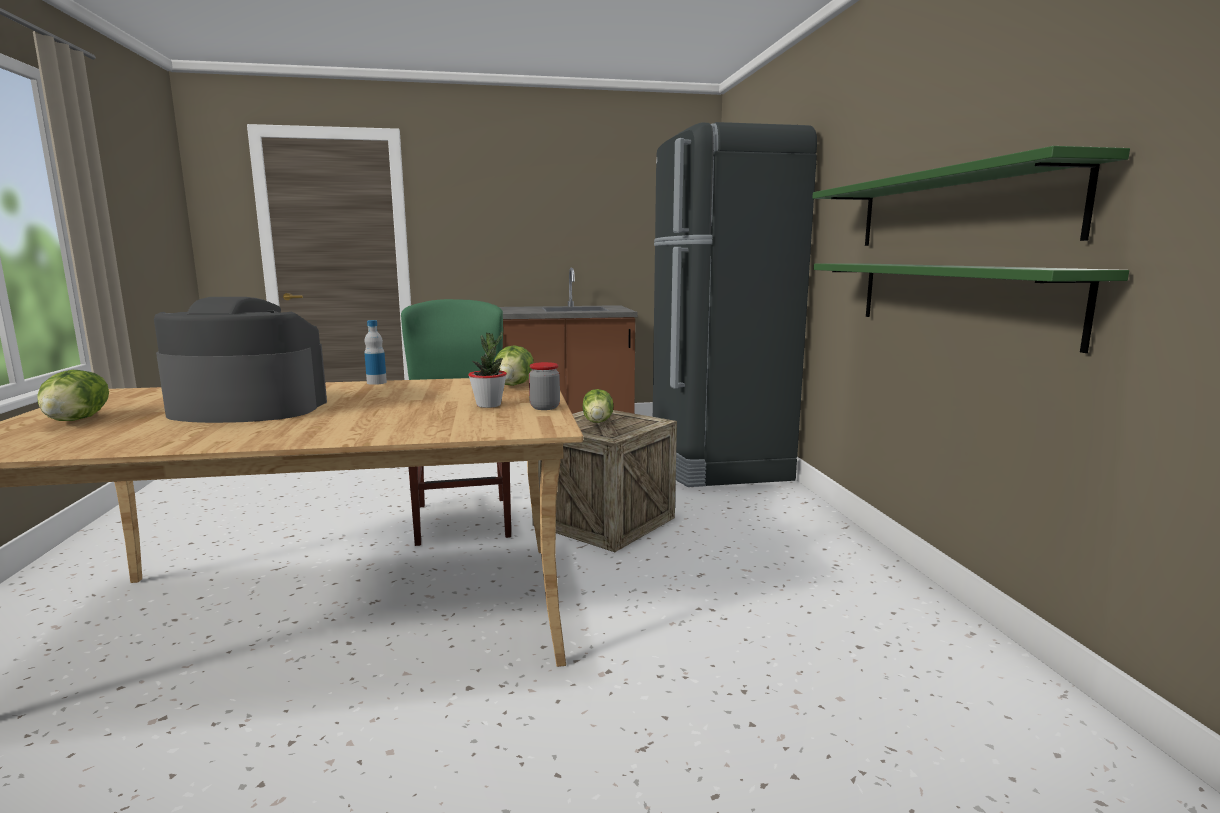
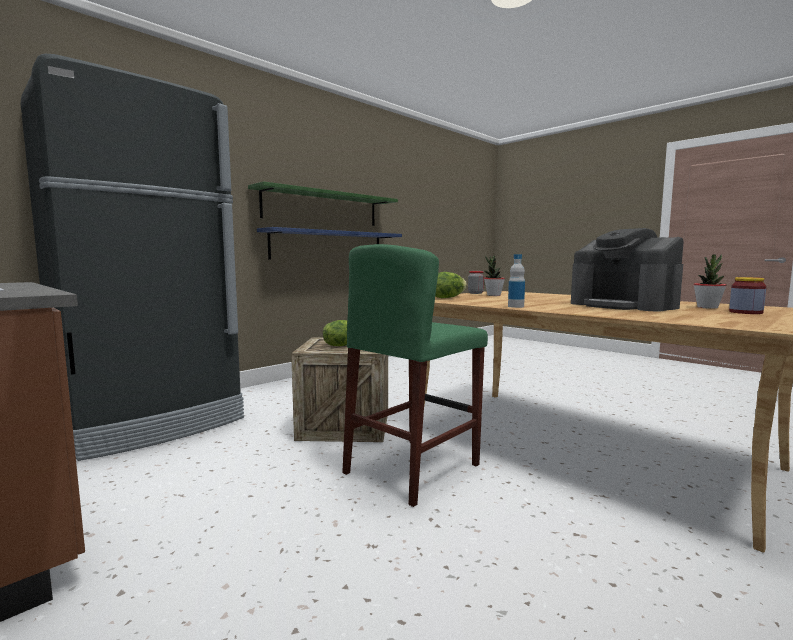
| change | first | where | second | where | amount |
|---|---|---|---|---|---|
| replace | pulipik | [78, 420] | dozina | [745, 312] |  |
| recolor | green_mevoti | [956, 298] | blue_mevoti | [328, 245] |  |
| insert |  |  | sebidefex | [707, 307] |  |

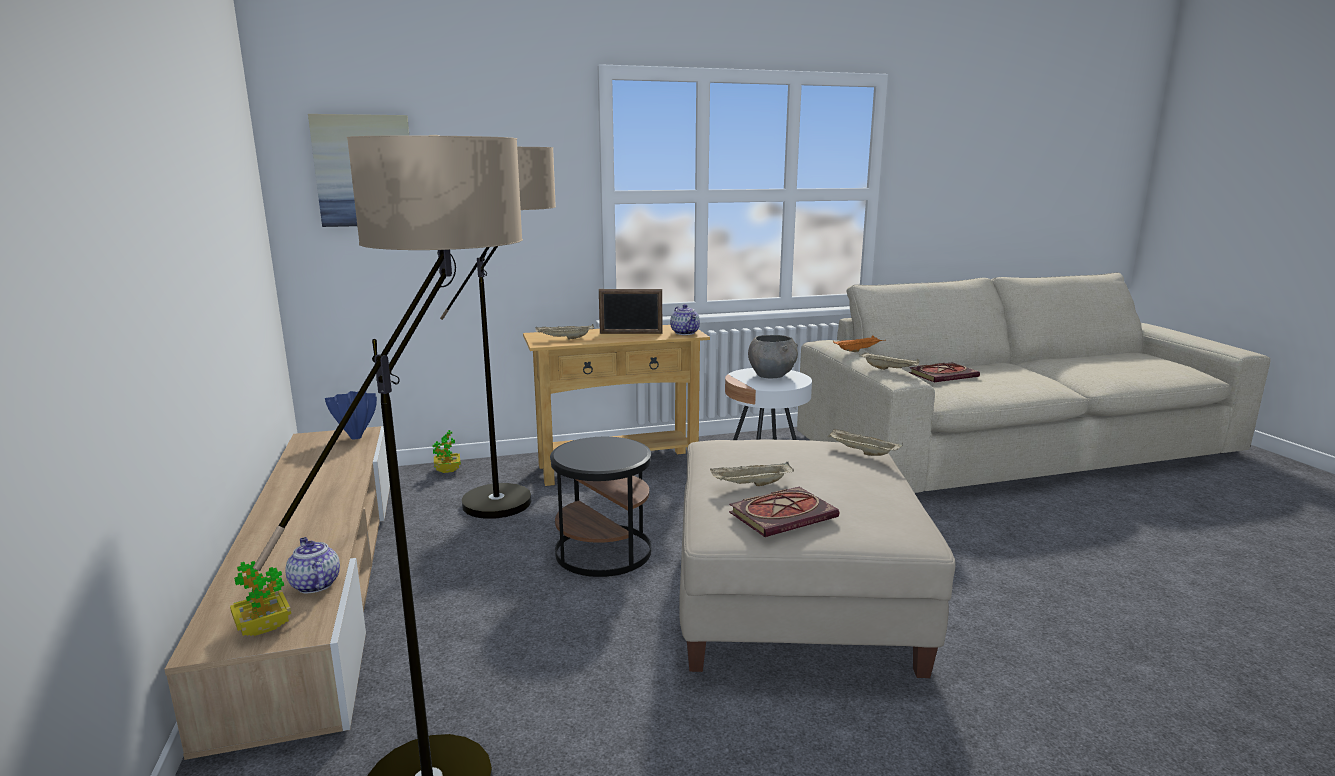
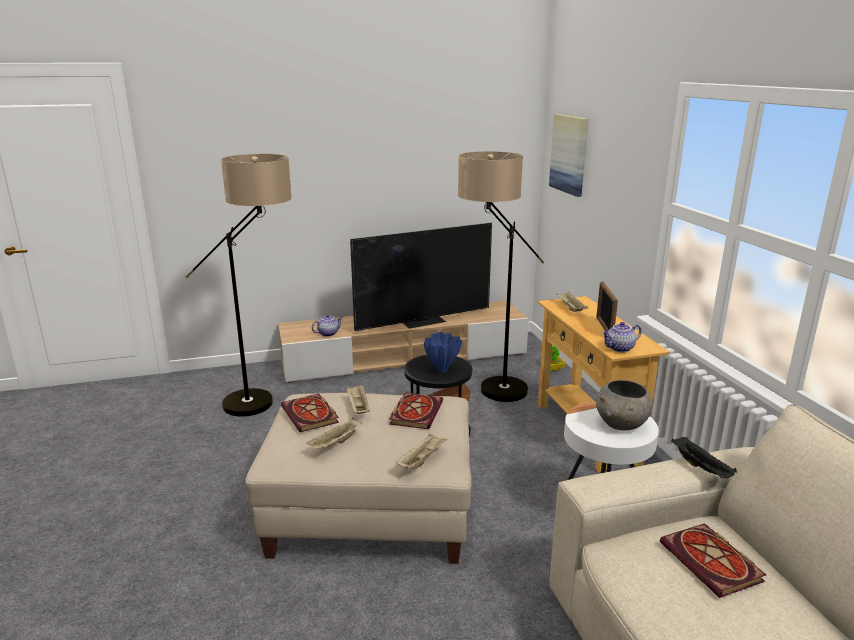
| change | first | where | second | where | amount |
|---|---|---|---|---|---|
| delete | sebidefex | [263, 627] |  |  |  |
| move | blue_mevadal | [357, 437] |  | [442, 371] |  |
| recolor | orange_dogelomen | [858, 350] | black_dogelomen | [701, 468] |  |
| move | beige_dogelomen | [889, 369] |  | [336, 444] |  |
| insert |  |  | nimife | [424, 321] |  |
| insert |  |  | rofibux | [415, 412] |  |

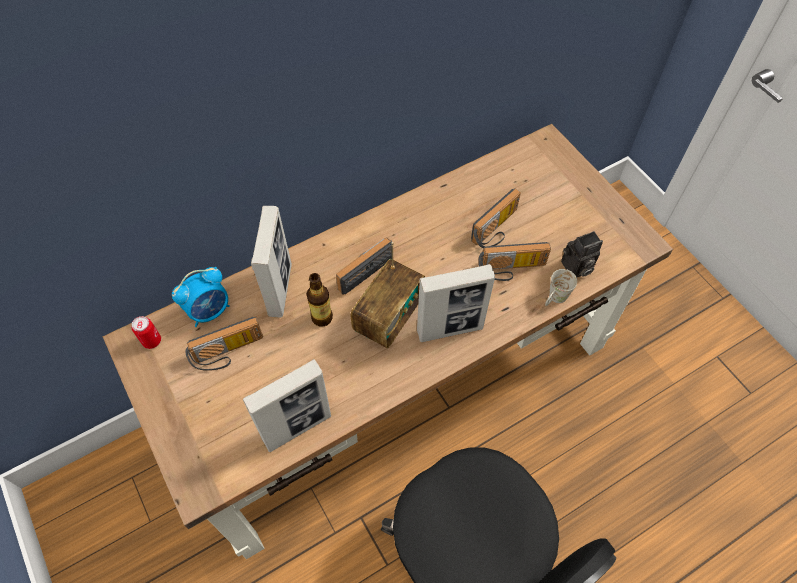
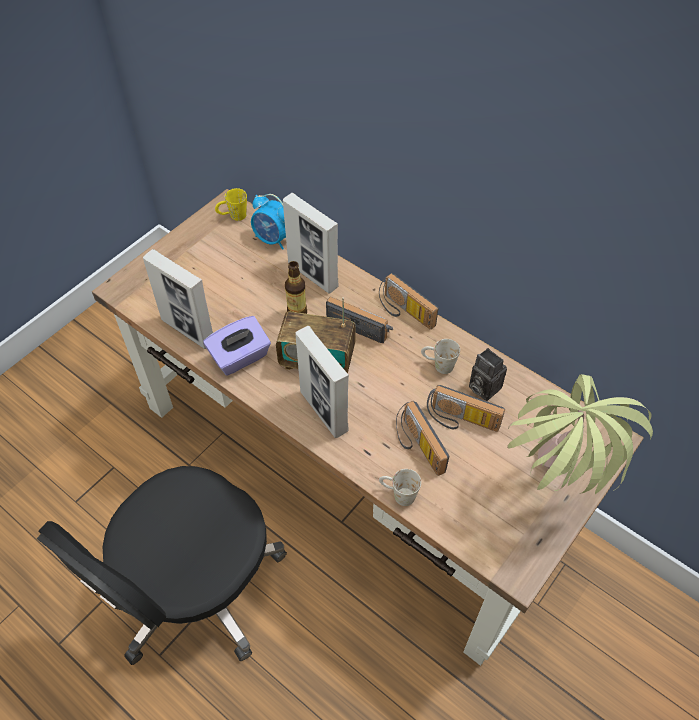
| change | first | where | second | where | amount |
|---|---|---|---|---|---|
| replace | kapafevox | [152, 341] | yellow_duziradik | [233, 216] |  |
| move | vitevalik | [228, 353] |  | [404, 312] |  |
| rotate | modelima | [280, 289] |  | [313, 275] | 60 degrees clockwise |
| move | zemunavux | [576, 268] |  | [482, 387] |  |
| insert |  |  | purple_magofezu | [240, 357] |  |
| insert |  |  | white_duziradik | [438, 365] |  |
| insert |  |  | sebidefex | [549, 494] |  |

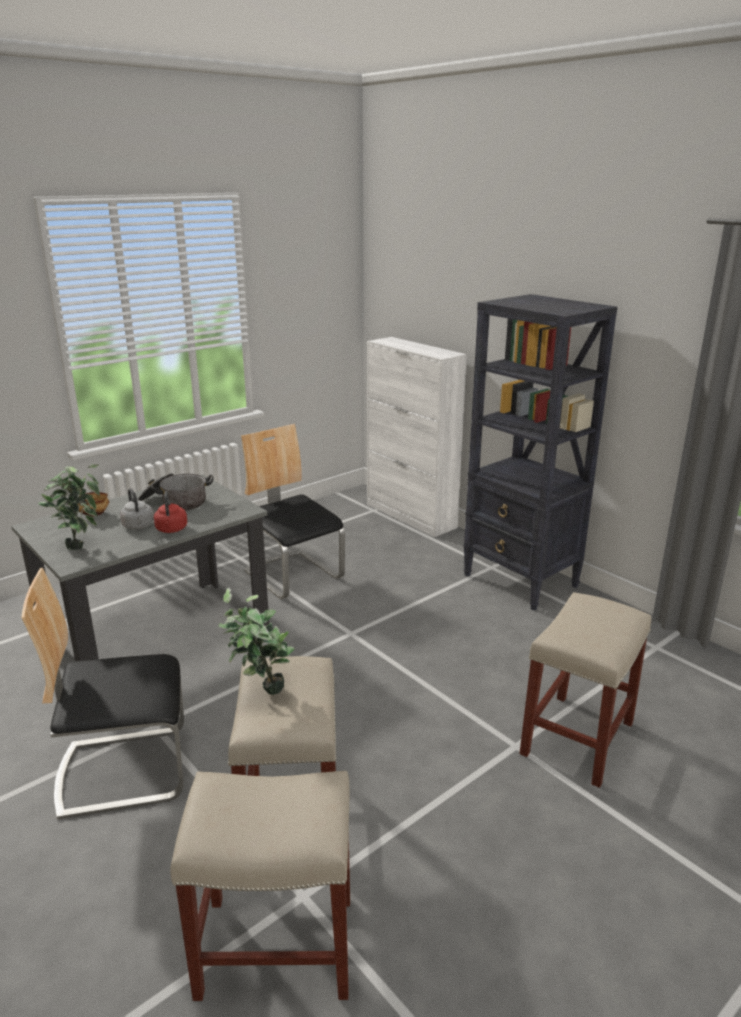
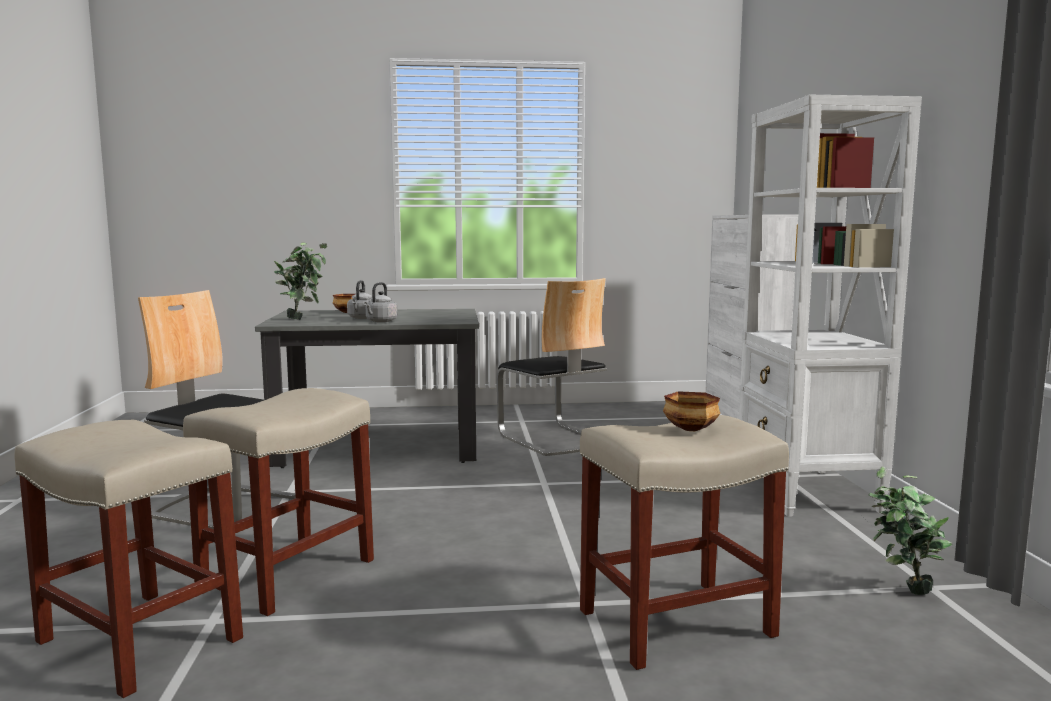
| change | first | where | second | where | amount |
|---|---|---|---|---|---|
| delete | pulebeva | [175, 503] |  |  |  |
| recolor | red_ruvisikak | [171, 530] | grey_ruvisikak | [380, 321] |  |
| move | sebidefex | [260, 693] |  | [902, 590] |  |
| rotate | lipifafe | [294, 575] |  | [552, 439] | 150 degrees clockwise |
| recolor | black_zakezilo | [521, 581] | white_zakezilo | [807, 493] |  |
| insert |  |  | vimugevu | [689, 429] |  |

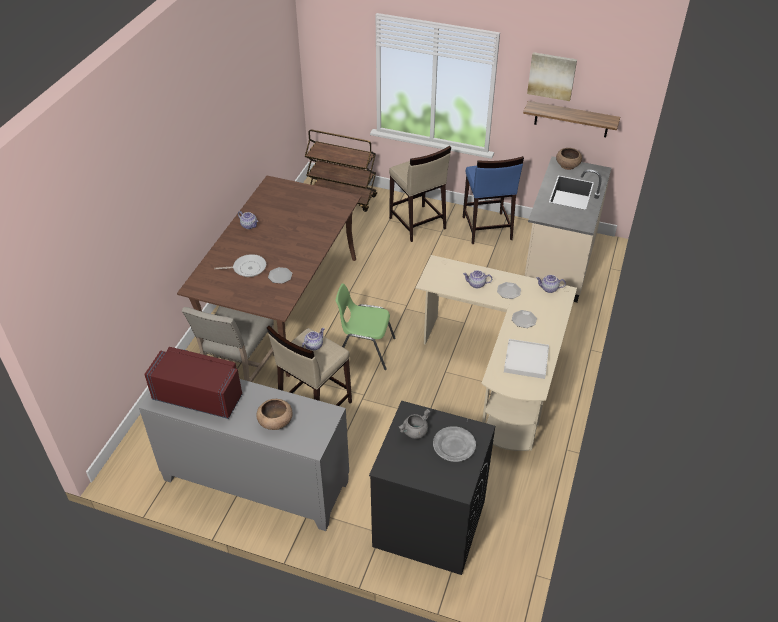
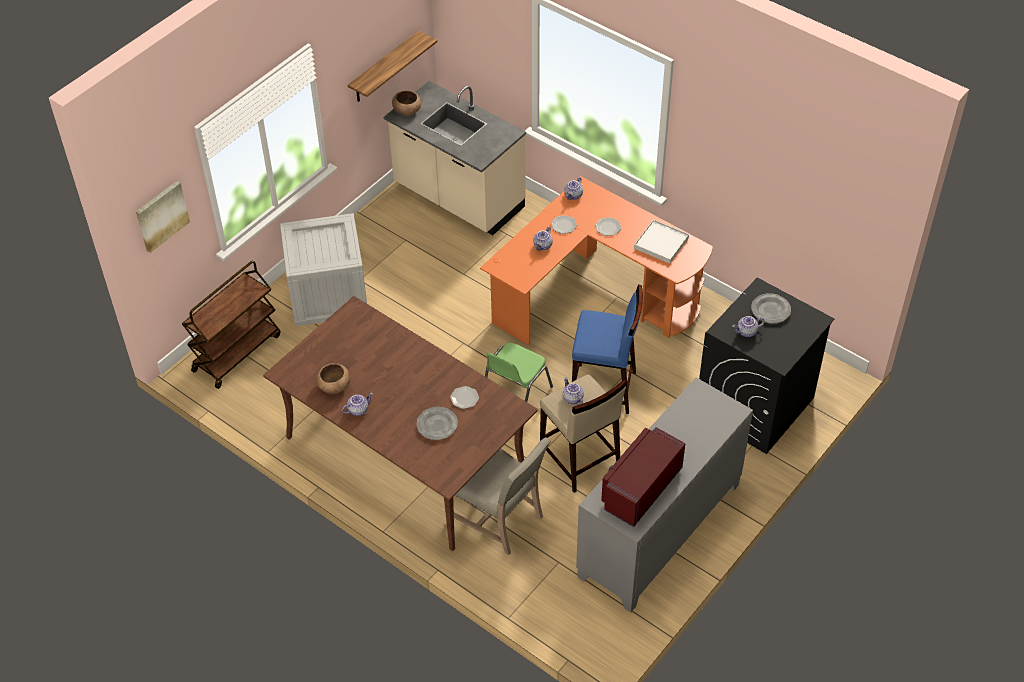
| change | first | where | second | where | amount |
|---|---|---|---|---|---|
| replace | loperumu | [247, 268] | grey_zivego | [437, 425] |  |
| move | brown_vimugevu | [275, 421] |  | [334, 386] |  |
| replace | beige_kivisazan | [417, 224] | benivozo | [329, 295] |  |
| replace | grey_pulebeva | [414, 432] | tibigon | [747, 332] |  |
| recolor | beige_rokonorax | [500, 372] | orange_rokonorax | [594, 296] |  |
| move | blue_kivisazan | [486, 228] |  | [604, 389] |  |
| move | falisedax | [552, 76] |  | [161, 215] |  |

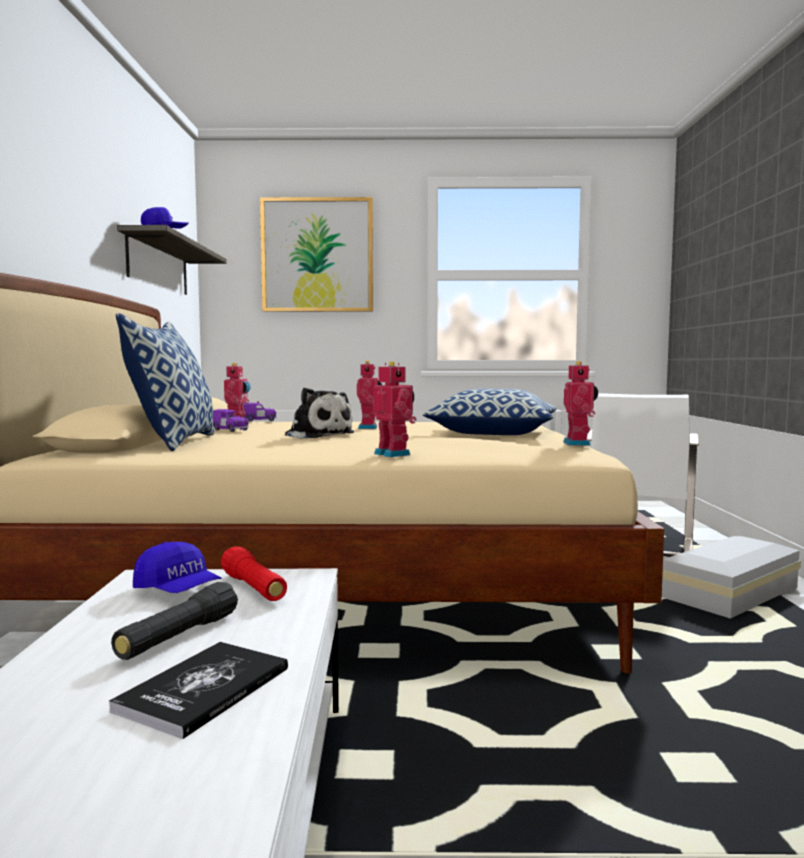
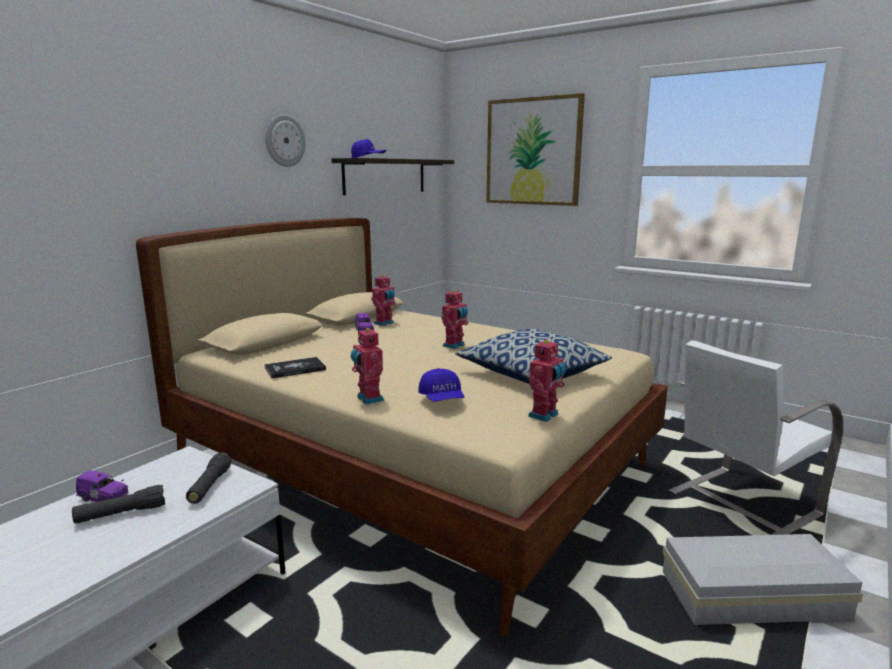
| change | first | where | second | where | amount |
|---|---|---|---|---|---|
| move | rofibux | [204, 689] |  | [295, 369] |  |
| delete | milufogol | [173, 442] |  |  |  |
| move | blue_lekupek | [178, 591] |  | [442, 399] |  |
| recolor | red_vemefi | [253, 588] | black_vemefi | [210, 486] |  |
| move | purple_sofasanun | [259, 420] |  | [104, 498] |  |
| delete | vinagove | [317, 435] |  |  |  |
| rotate | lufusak | [394, 454] |  | [368, 399] | 150 degrees clockwise |
| insert |  |  | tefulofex | [284, 141] |  |

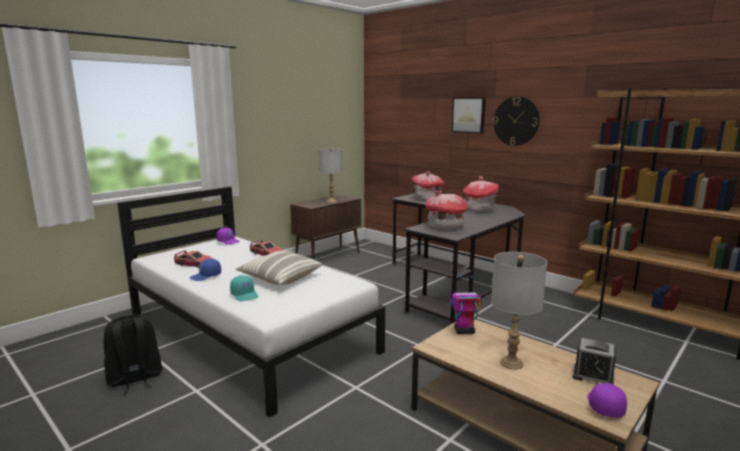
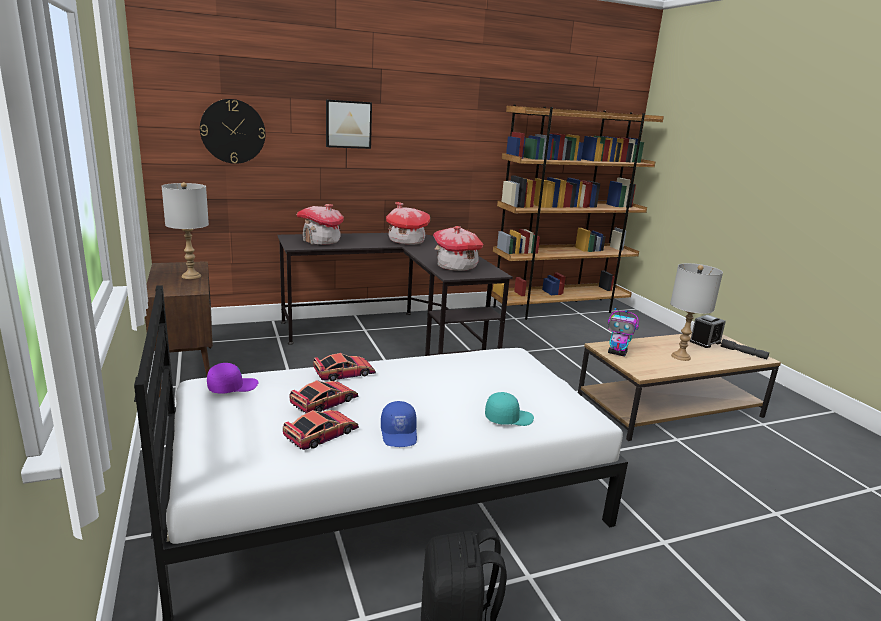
| change | first | where | second | where | amount |
|---|---|---|---|---|---|
| delete | milufogol | [280, 278] |  |  |  |
| rotate | lufusak | [463, 331] |  | [617, 353] | 90 degrees counterclockwise |
| move | tefulofex | [516, 121] |  | [233, 131] |  |
| replace | purple_lekupek | [604, 405] | grey_vemefi | [743, 353] |  |
| insert |  |  | sofasanun | [325, 402] |  |

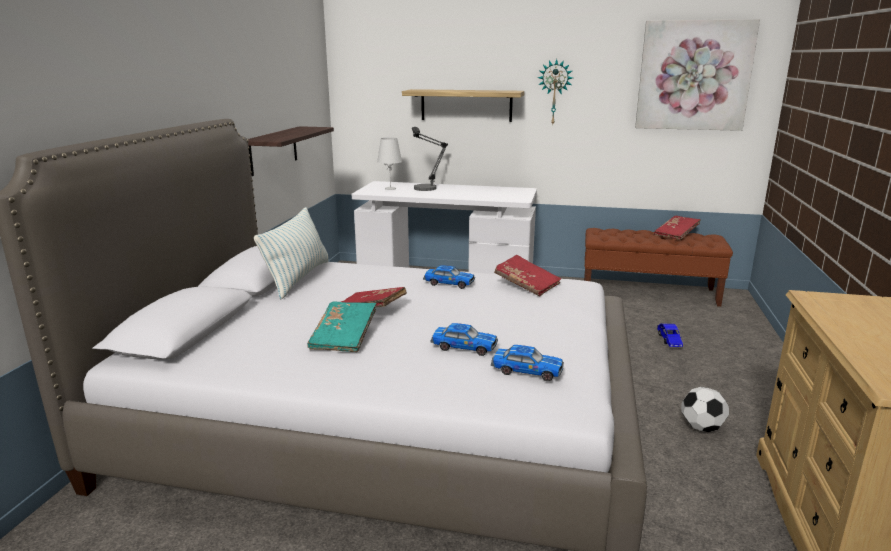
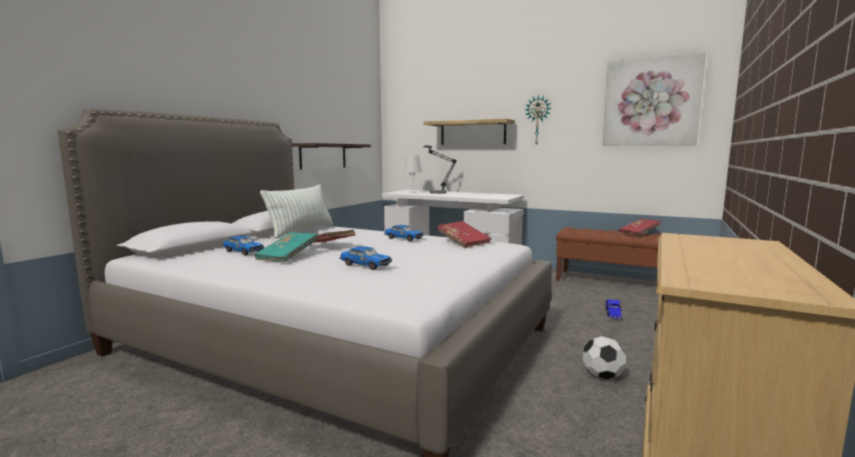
| change | first | where | second | where | amount |
|---|---|---|---|---|---|
| move | sofasanun | [526, 371] |  | [243, 251] |  |

